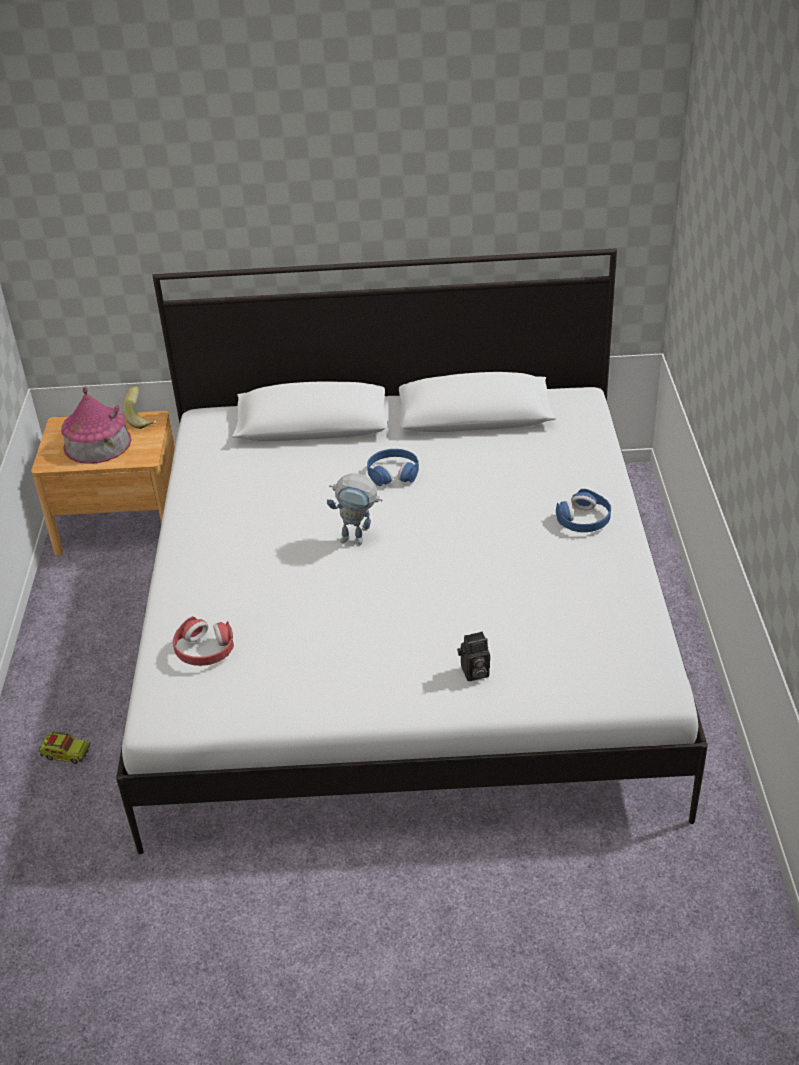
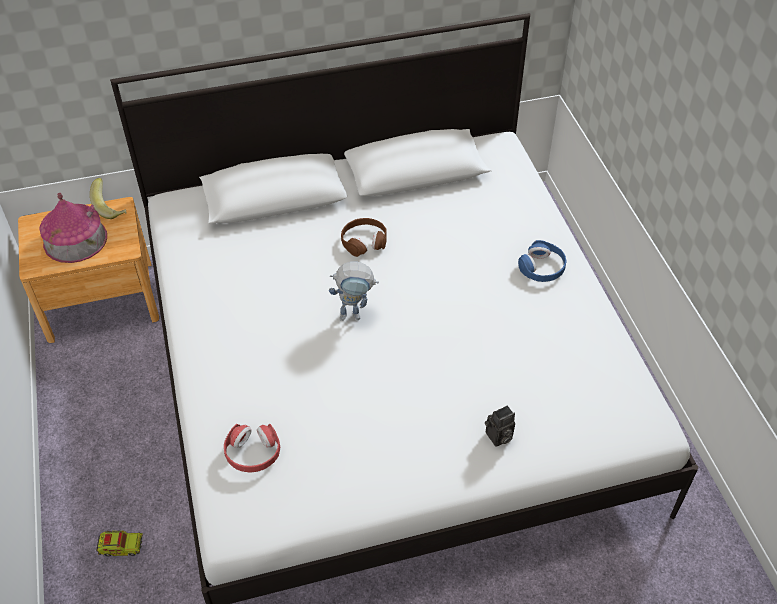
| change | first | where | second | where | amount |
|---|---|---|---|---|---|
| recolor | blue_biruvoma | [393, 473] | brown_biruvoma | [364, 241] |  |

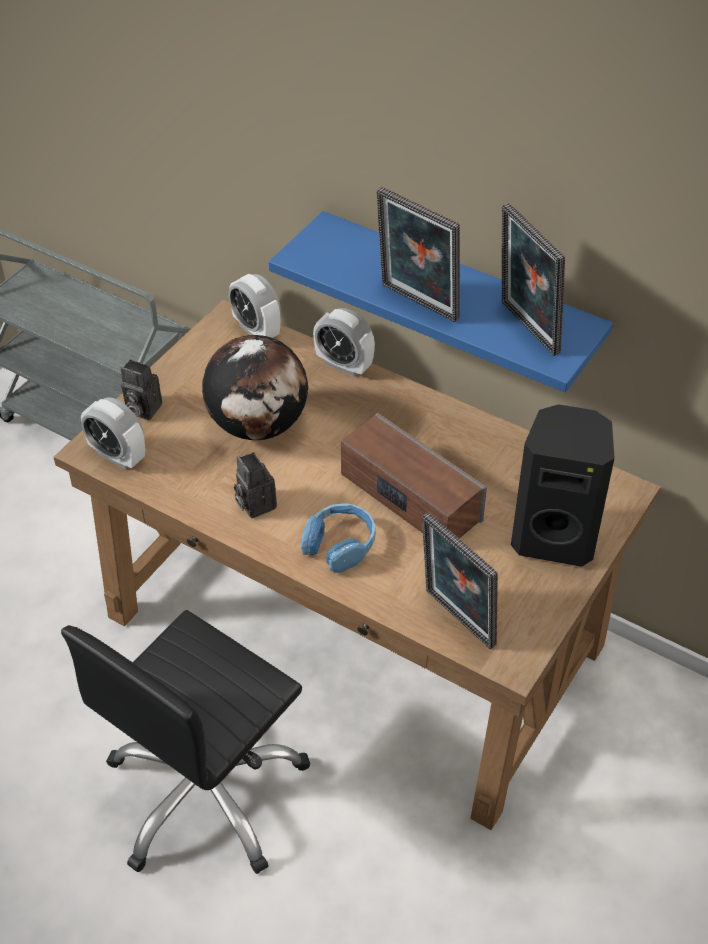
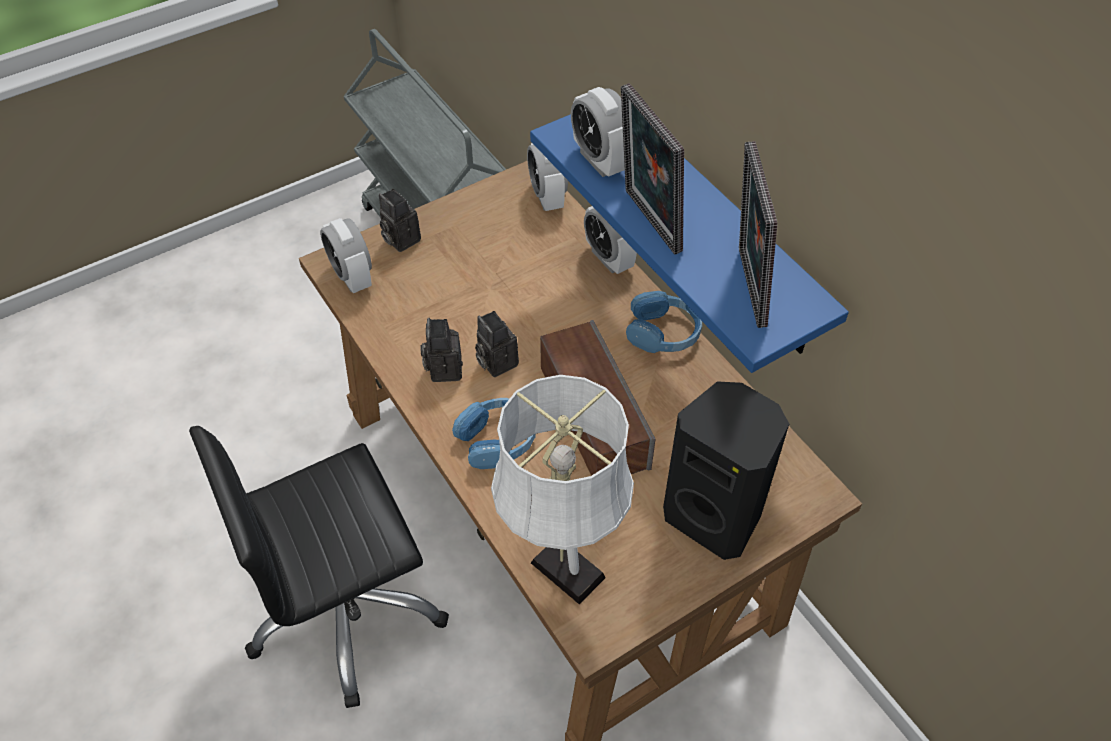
| change | first | where | second | where | amount |
|---|---|---|---|---|---|
| delete | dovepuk | [258, 425] |  |  |  |
| replace | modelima | [456, 621] | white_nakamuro | [562, 565] |  |
| insert |  |  | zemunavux | [495, 361] |  |
| insert |  |  | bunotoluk | [600, 161] |  |
| insert |  |  | blue_biruvoma | [663, 332] |  |

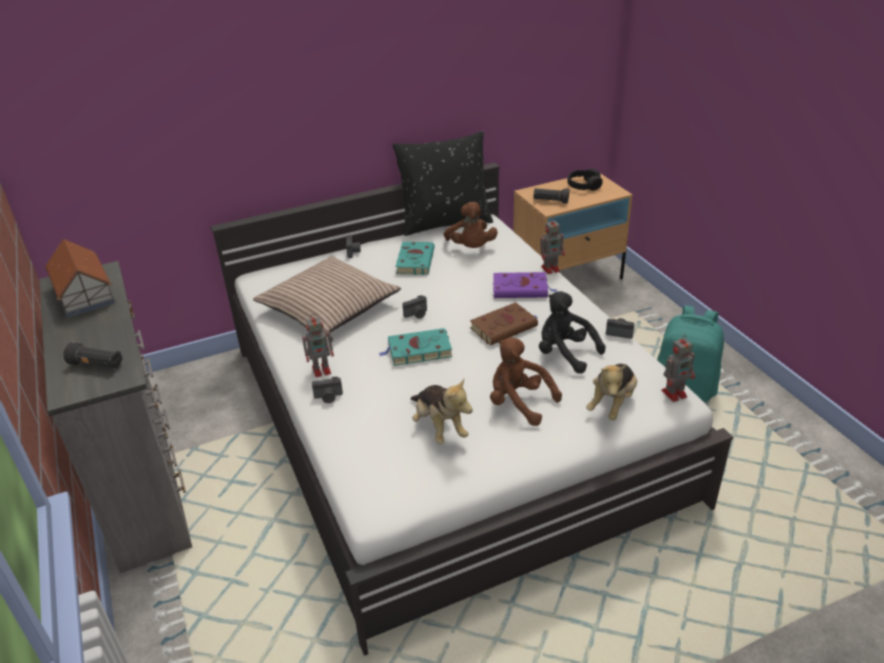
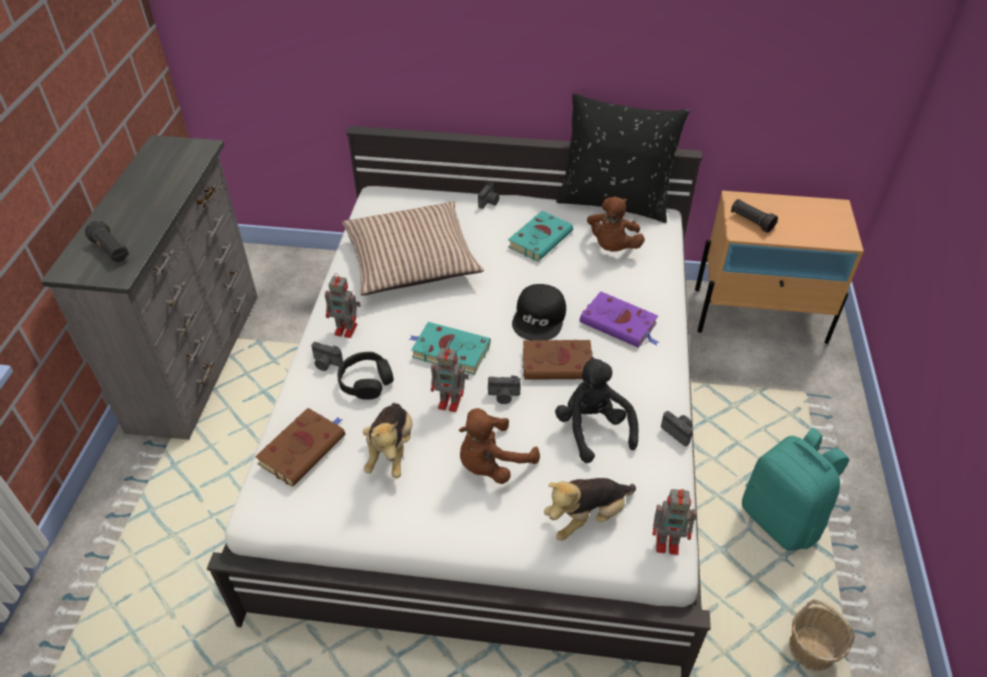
| change | first | where | second | where | amount |
|---|---|---|---|---|---|
| delete | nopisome | [84, 293] |  |  |  |
| move | zemunavux | [417, 314] |  | [503, 396] |  |
| rotate | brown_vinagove | [519, 403] |  | [492, 464] | 105 degrees counterclockwise |
| move | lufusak | [551, 268] |  | [451, 402] |  |
| move | black_biruvoma | [584, 185] |  | [366, 381] |  |
| insert |  |  | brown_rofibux | [303, 448] |  |
| insert |  |  | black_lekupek | [540, 318] |  |
| insert |  |  | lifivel | [811, 648] |  |

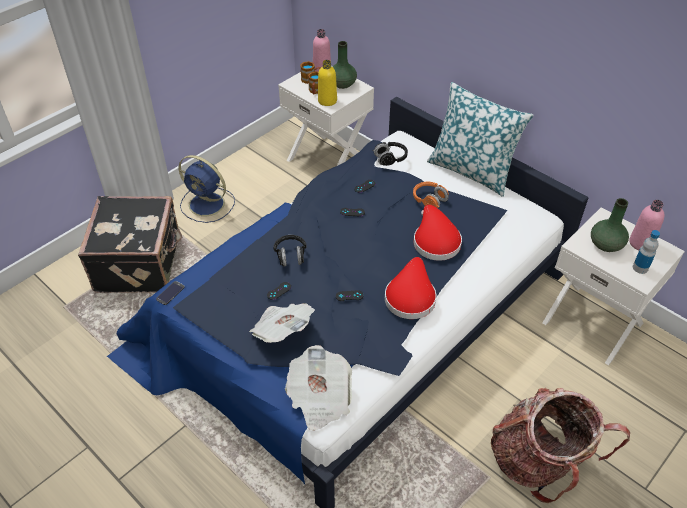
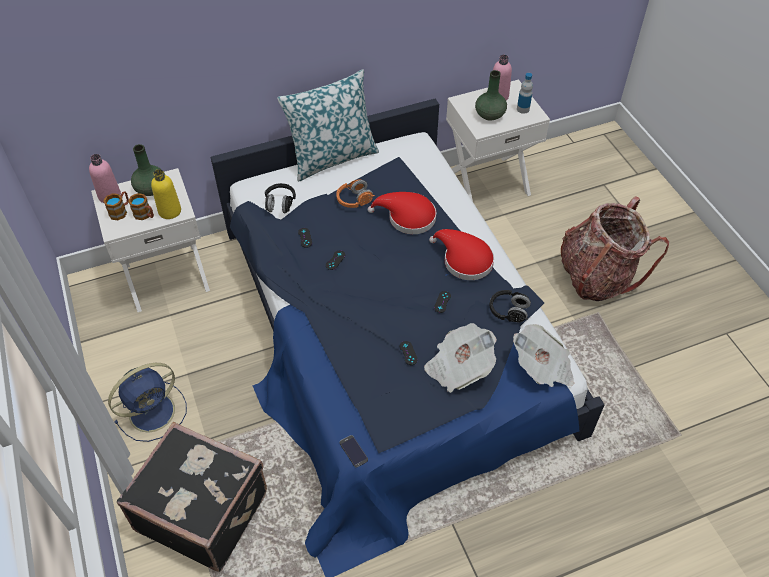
| change | first | where | second | where | amount |
|---|---|---|---|---|---|
| move | black_biruvoma | [290, 256] |  | [508, 312] |  |

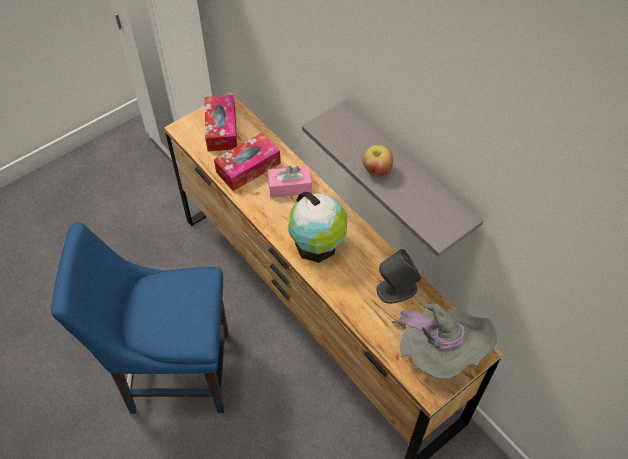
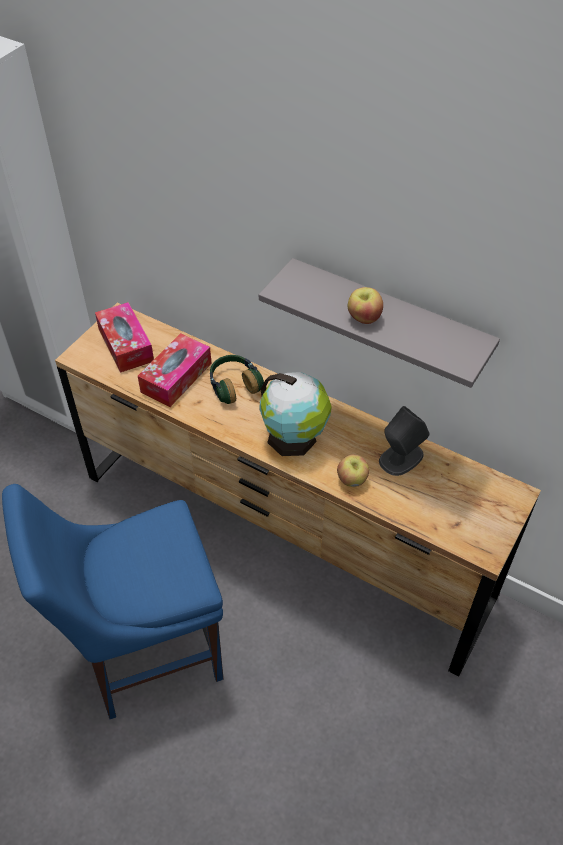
| change | first | where | second | where | amount |
|---|---|---|---|---|---|
| replace | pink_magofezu | [290, 187] | biruvoma | [234, 385] |  |
| delete | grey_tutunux | [439, 352] |  |  |  |
| insert |  |  | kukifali | [352, 480] |  |

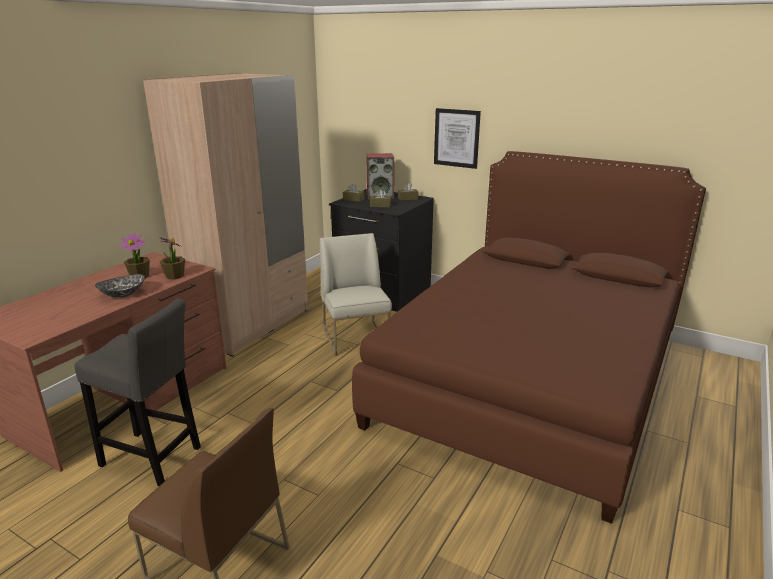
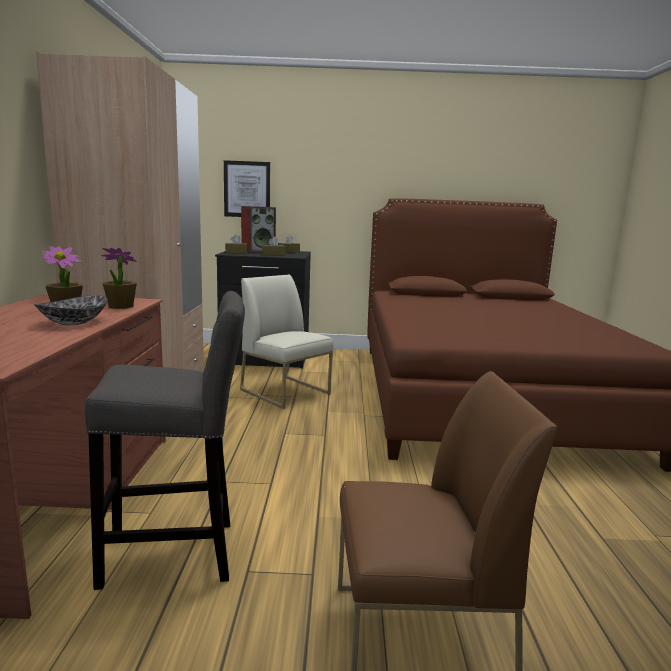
| change | first | where | second | where | amount |
|---|---|---|---|---|---|
| move | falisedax | [456, 138] |  | [247, 189] |  |

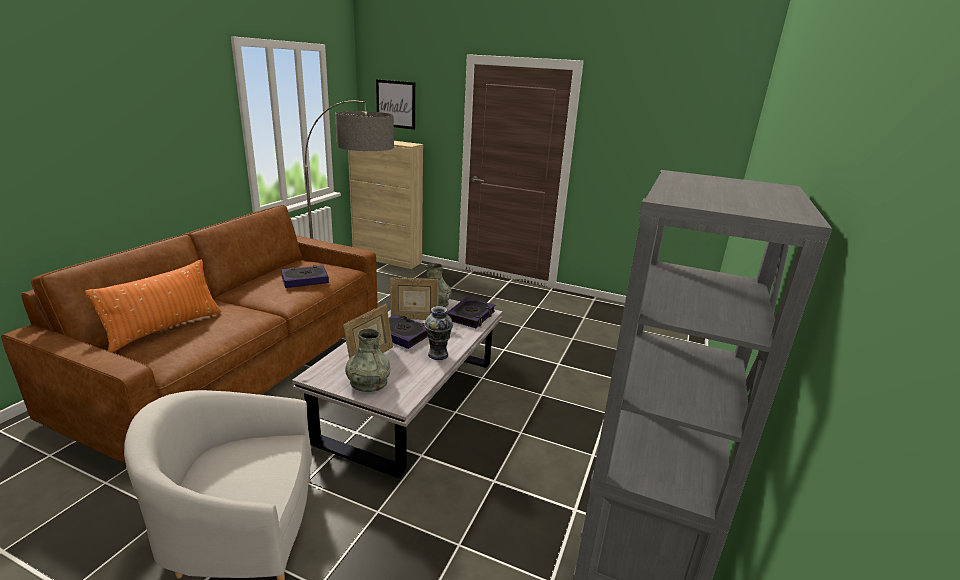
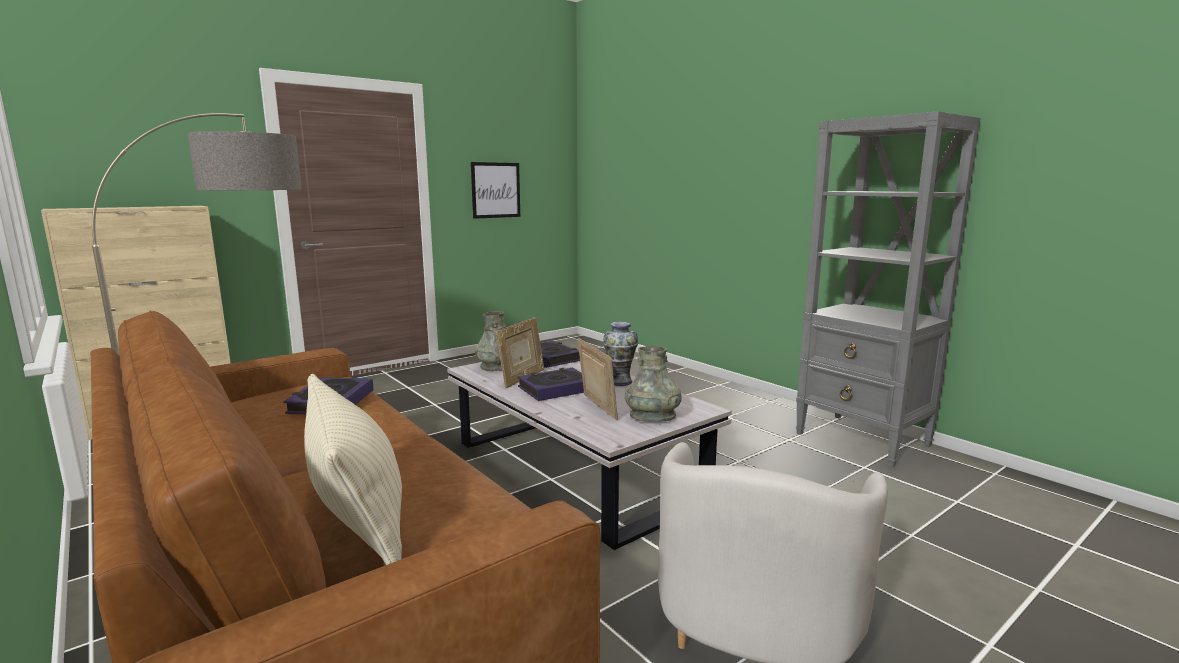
| change | first | where | second | where | amount |
|---|---|---|---|---|---|
| recolor | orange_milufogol | [165, 329] | beige_milufogol | [357, 517] |  |
| move | falisedax | [396, 104] |  | [496, 190] |  |

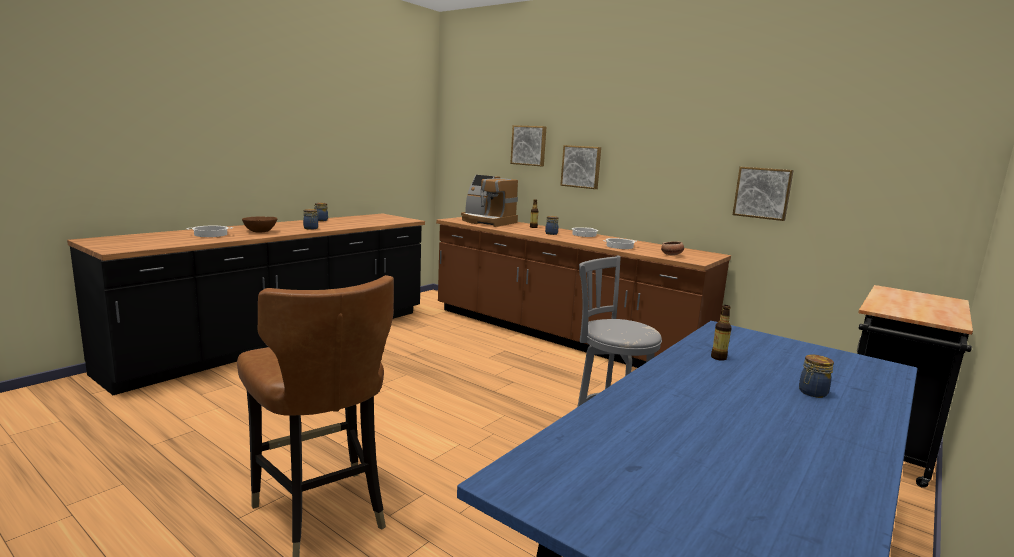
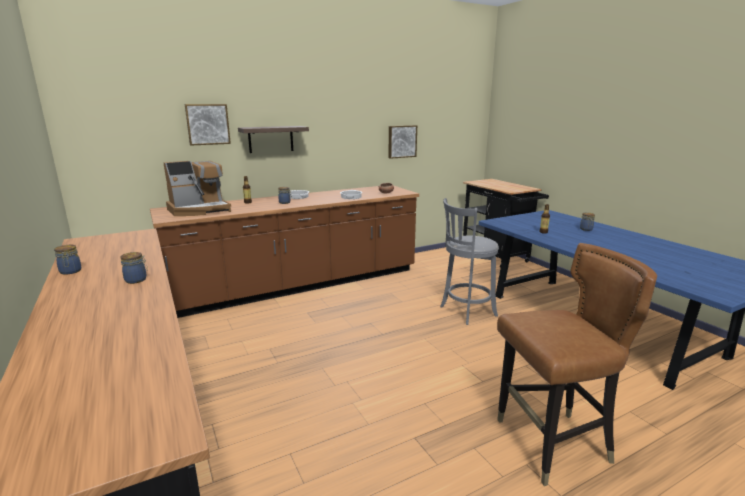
| change | first | where | second | where | amount |
|---|---|---|---|---|---|
| delete | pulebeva | [211, 234] |  |  |  |
| delete | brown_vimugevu | [260, 231] |  |  |  |
| replace | falisedax | [581, 166] | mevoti | [271, 139] |  |

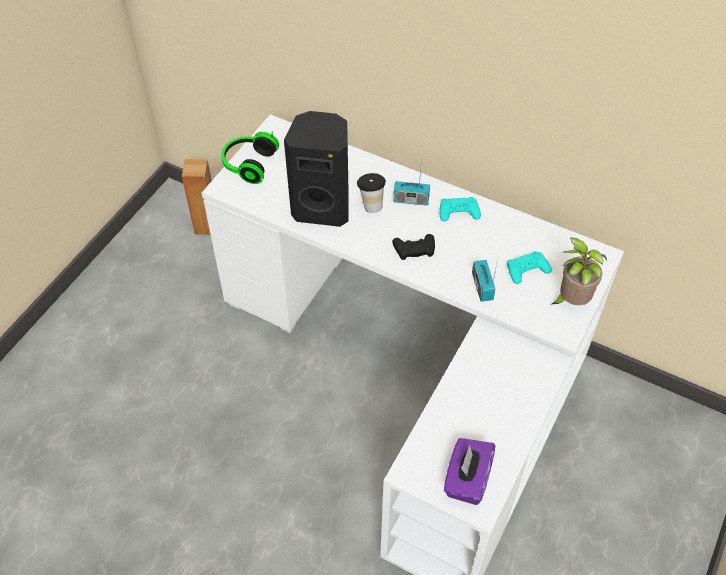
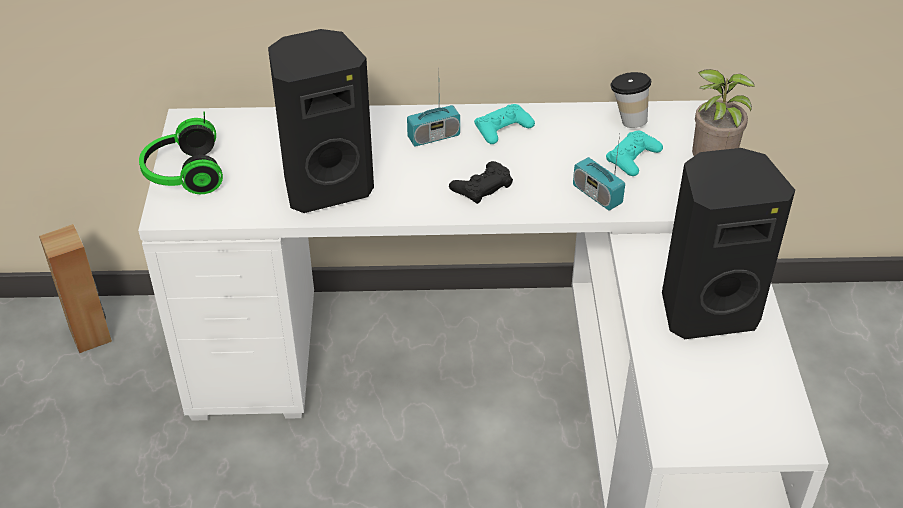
| change | first | where | second | where | amount |
|---|---|---|---|---|---|
| move | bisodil | [371, 204] |  | [627, 120] |  |
| delete | purple_magofezu | [467, 479] |  |  |  |
| insert |  |  | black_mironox | [706, 309] |  |

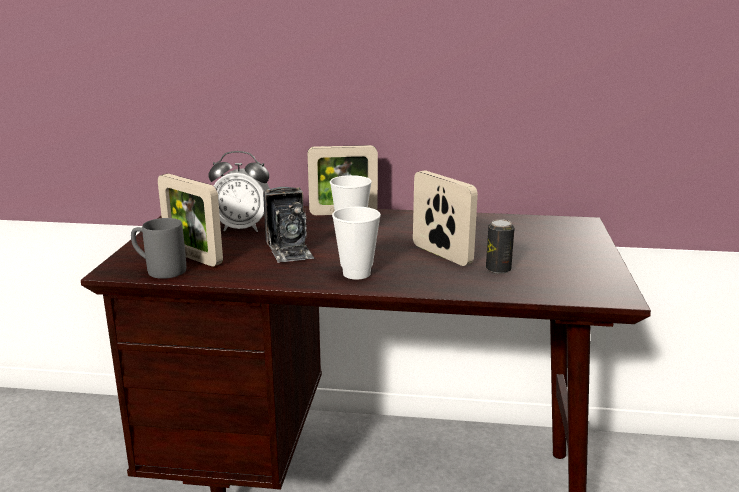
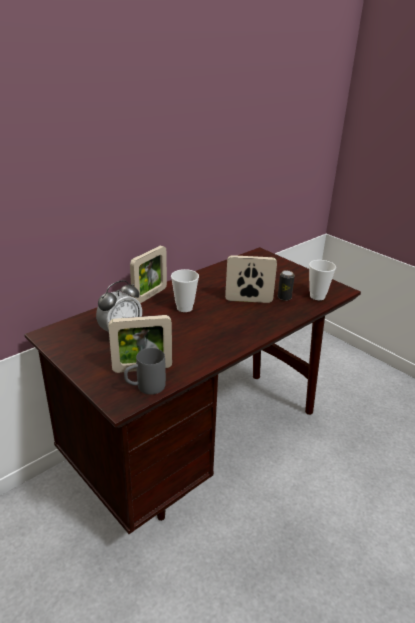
| change | first | where | second | where | amount |
|---|---|---|---|---|---|
| delete | zemunavux | [289, 249] |  |  |  |
| move | bisodil | [356, 274] |  | [317, 296] |  |

